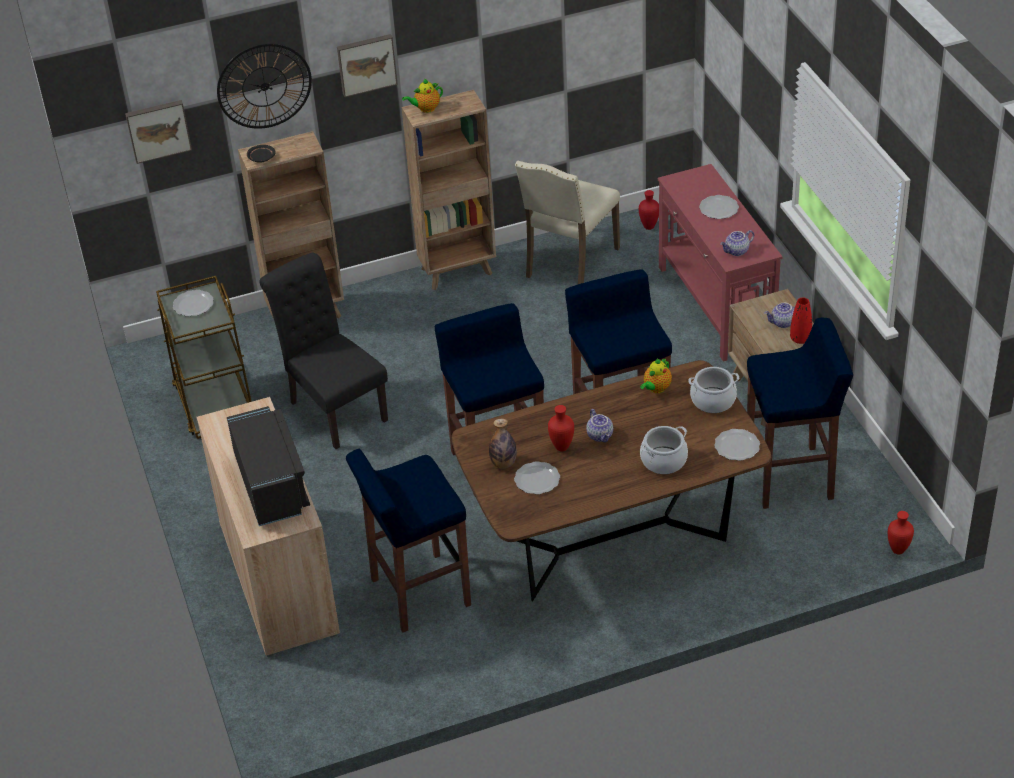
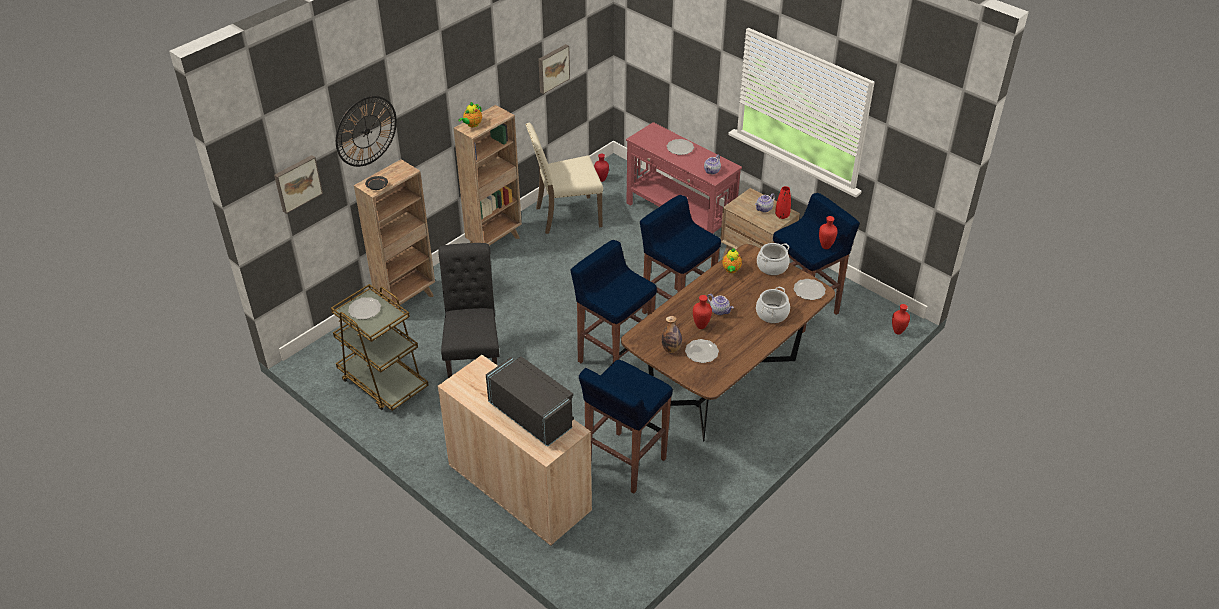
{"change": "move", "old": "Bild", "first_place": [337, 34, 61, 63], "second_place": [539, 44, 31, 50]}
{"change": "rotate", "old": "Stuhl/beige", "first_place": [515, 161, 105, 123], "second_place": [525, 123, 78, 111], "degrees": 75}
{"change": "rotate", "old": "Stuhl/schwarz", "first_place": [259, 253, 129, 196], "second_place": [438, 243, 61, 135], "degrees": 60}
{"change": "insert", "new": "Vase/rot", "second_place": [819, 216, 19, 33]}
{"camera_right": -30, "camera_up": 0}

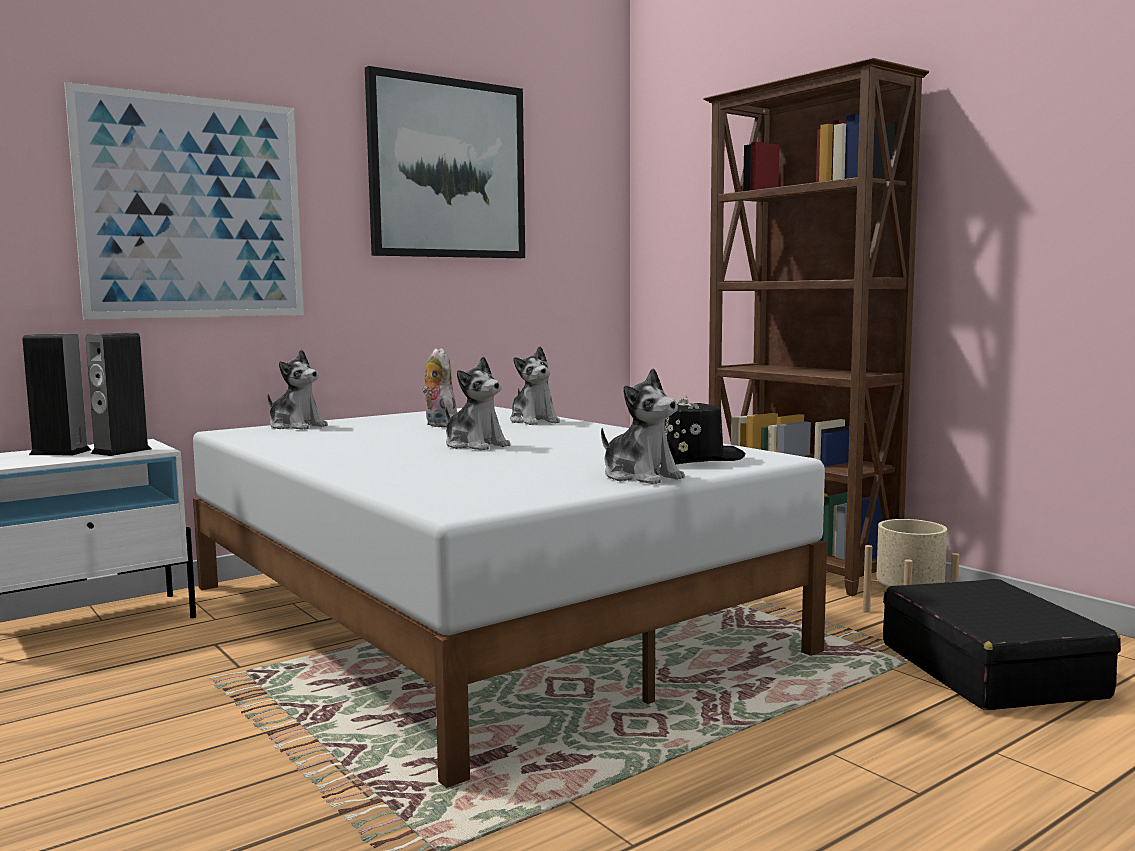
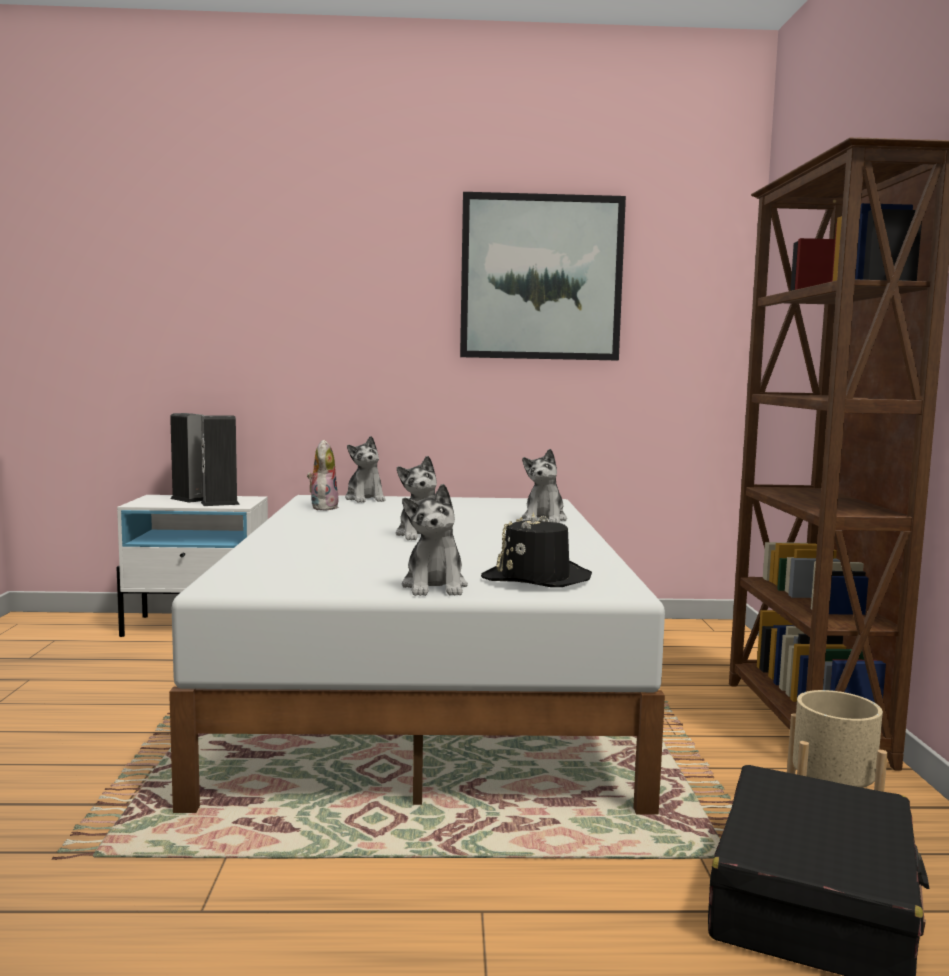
{"change": "delete", "old": "Bild", "first_place": [64, 82, 240, 237]}
{"change": "move", "old": "Plüschtier", "first_place": [422, 348, 35, 79], "second_place": [307, 440, 31, 71]}
{"camera_right": 35, "camera_up": 0}

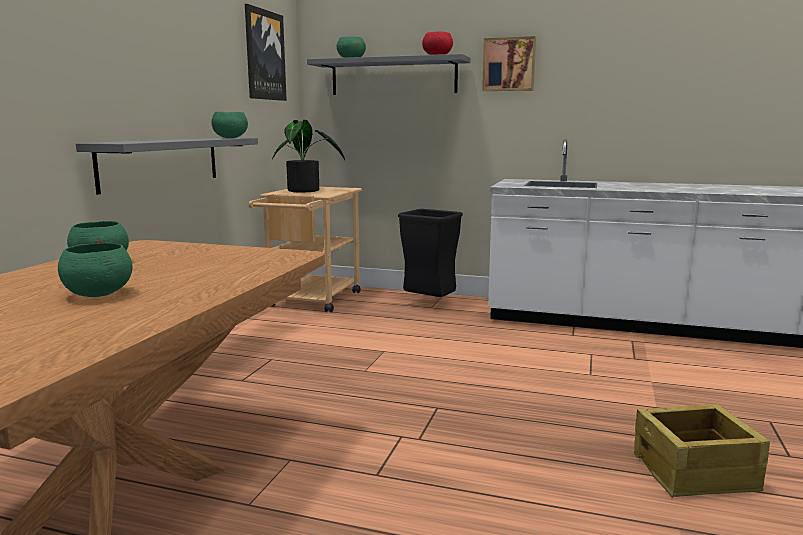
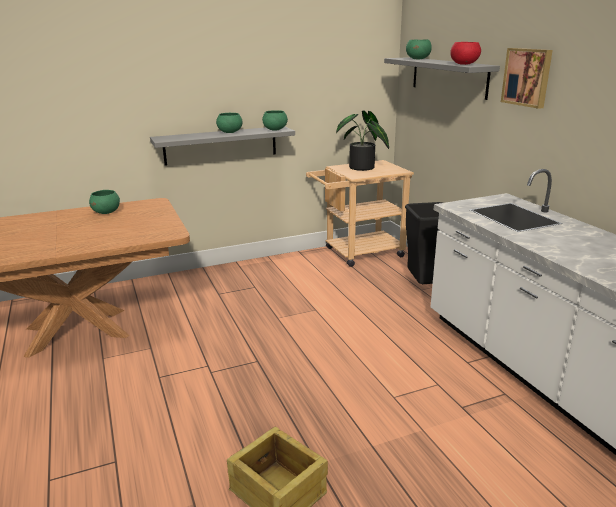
{"change": "delete", "old": "Bild", "first_place": [245, 4, 42, 97]}
{"change": "move", "old": "Schüssel/grün", "first_place": [58, 243, 75, 54], "second_place": [216, 113, 26, 20]}
{"camera_right": 50, "camera_up": 10}

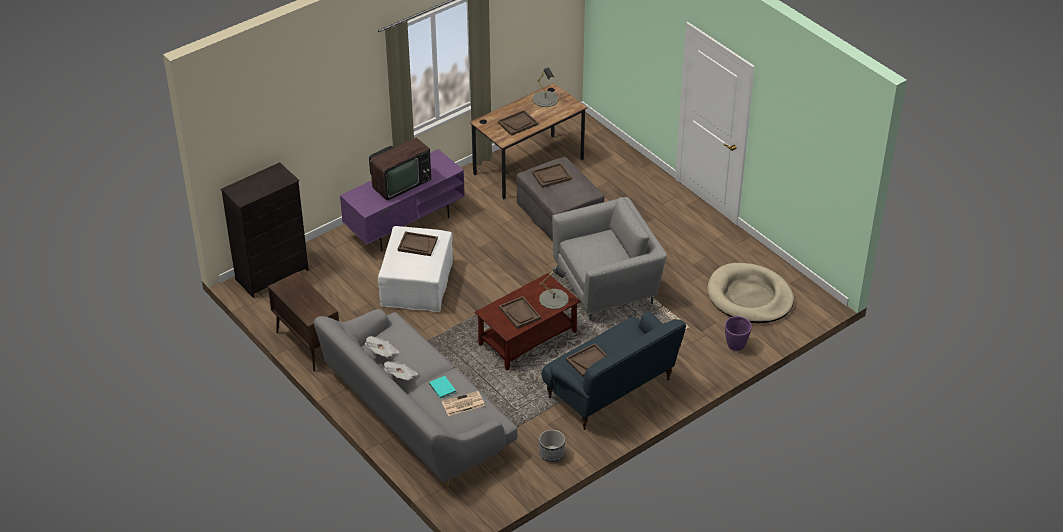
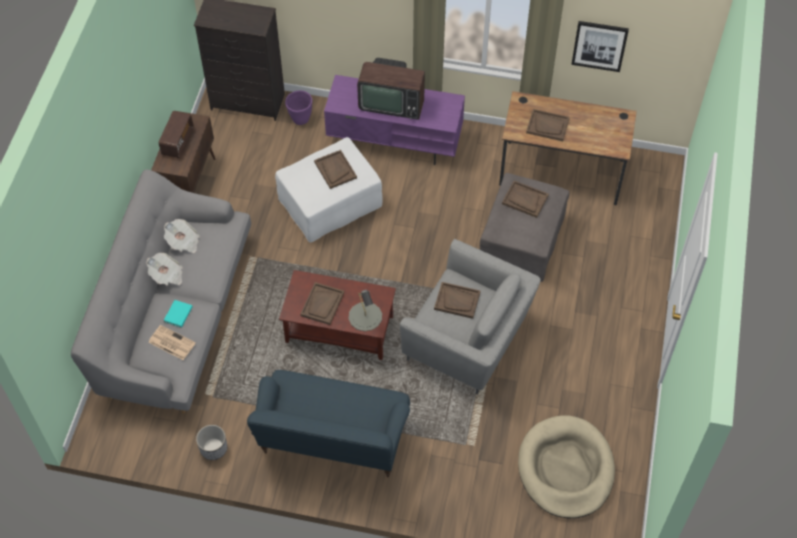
{"change": "delete", "old": "Tischlampe/grau", "first_place": [532, 67, 27, 40]}
{"change": "move", "old": "Pflanzkübel/lila", "first_place": [725, 316, 27, 35], "second_place": [285, 91, 27, 34]}
{"change": "move", "old": "Tablett/braun", "first_place": [566, 344, 41, 33], "second_place": [434, 282, 47, 37]}
{"change": "insert", "new": "Bild", "second_place": [571, 21, 58, 51]}
{"change": "insert", "new": "Radio", "second_place": [159, 111, 35, 47]}
{"camera_right": 50, "camera_up": 15}

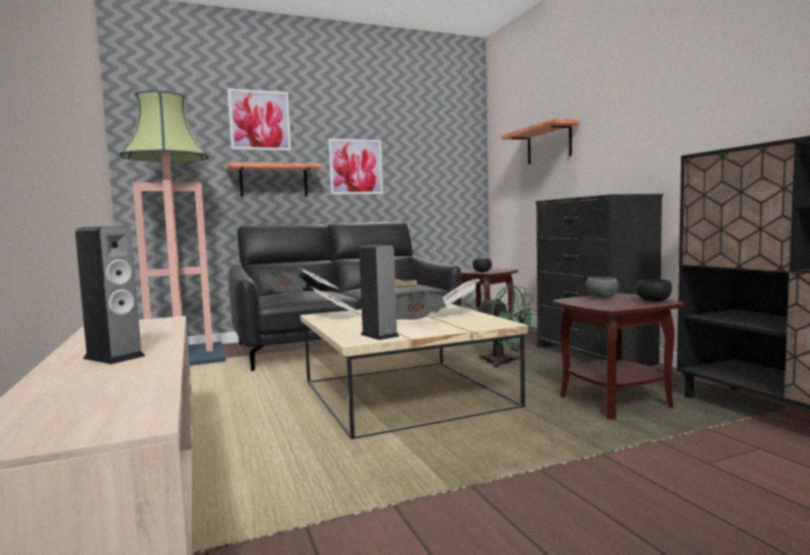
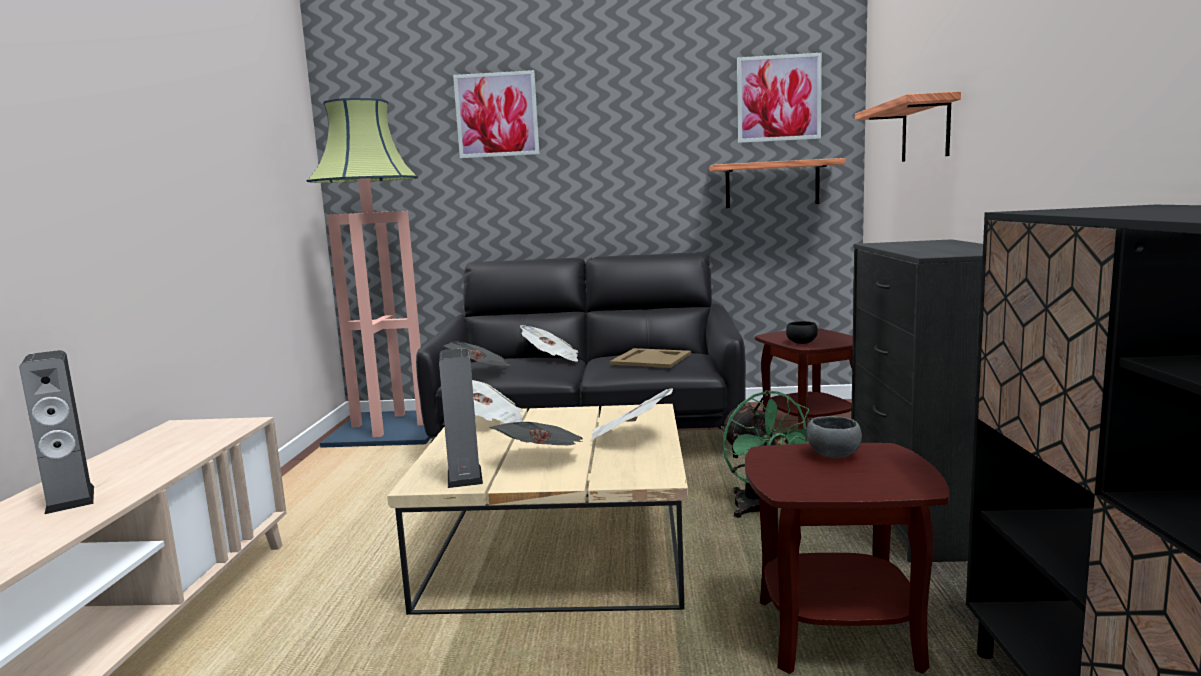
{"change": "move", "old": "Bild", "first_place": [328, 139, 55, 56], "second_place": [737, 53, 85, 90]}
{"change": "move", "old": "Wandregal", "first_place": [227, 162, 96, 35], "second_place": [709, 158, 137, 50]}
{"change": "delete", "old": "Schüssel/schwarz", "first_place": [636, 279, 36, 23]}
{"camera_right": 25, "camera_up": 5}

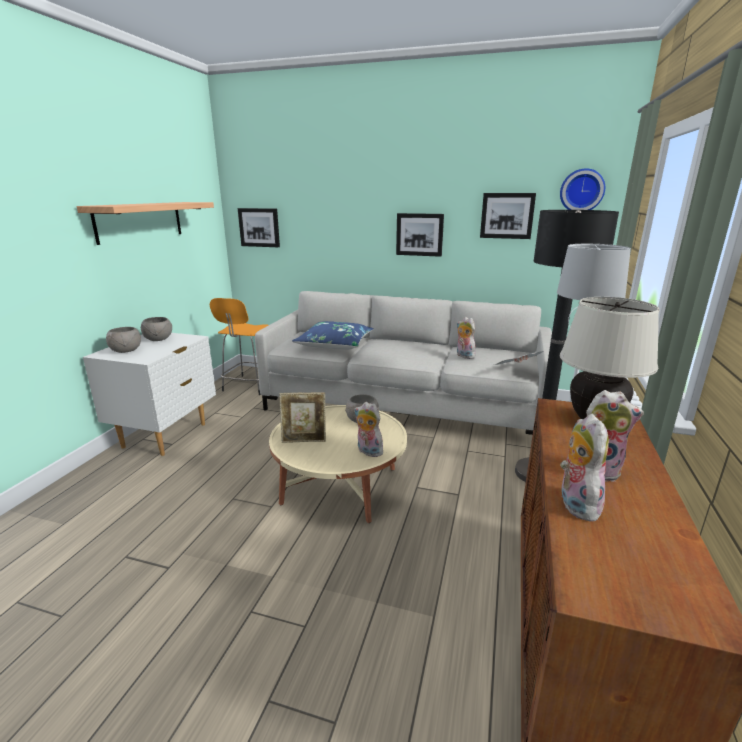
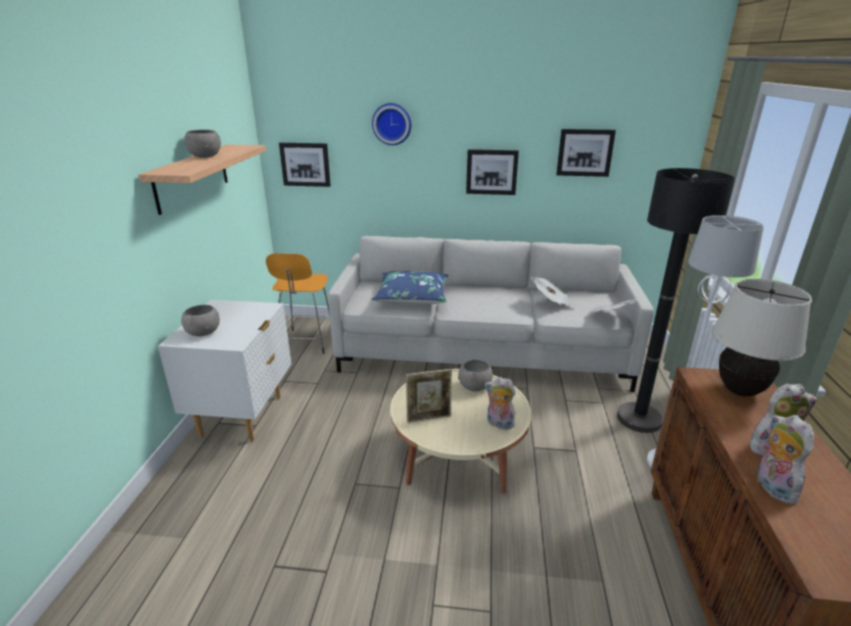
{"change": "move", "old": "Wanduhr", "first_place": [560, 168, 45, 42], "second_place": [372, 103, 39, 42]}
{"change": "move", "old": "Schüssel/grau", "first_place": [141, 317, 31, 24], "second_place": [184, 130, 37, 28]}
{"change": "replace", "old": "Plüschtier", "new": "Zeitung", "first_place": [456, 317, 20, 42], "second_place": [531, 277, 43, 31]}
{"camera_right": -10, "camera_up": 5}

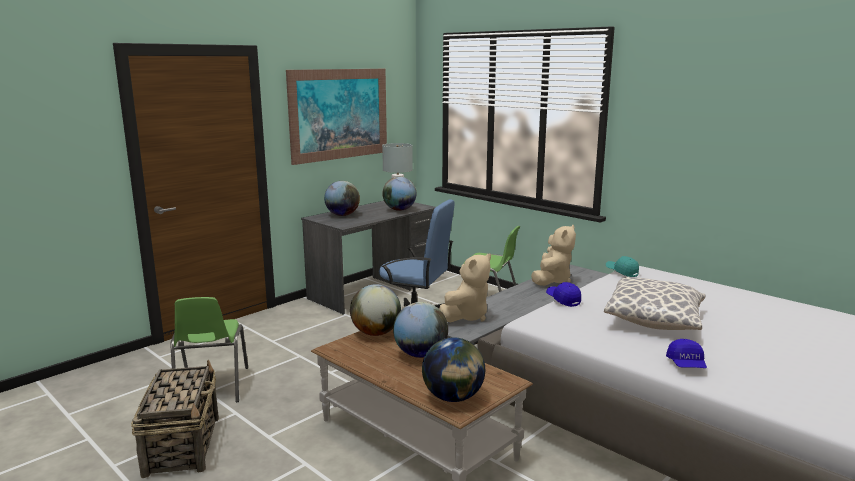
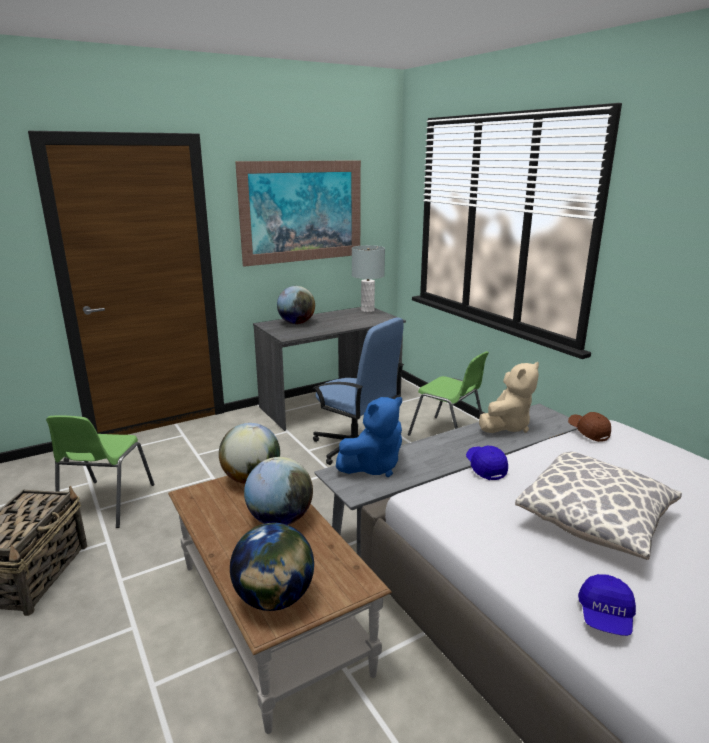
{"change": "delete", "old": "Globus", "first_place": [382, 177, 34, 34]}
{"change": "recolor", "old": "Plüschtier/beige", "new": "Plüschtier/blau", "first_place": [439, 253, 52, 69], "second_place": [336, 397, 66, 80]}
{"change": "recolor", "old": "Kappe/türkis", "new": "Kappe/braun", "first_place": [606, 256, 33, 21], "second_place": [568, 412, 43, 30]}
{"camera_right": 15, "camera_up": 5}

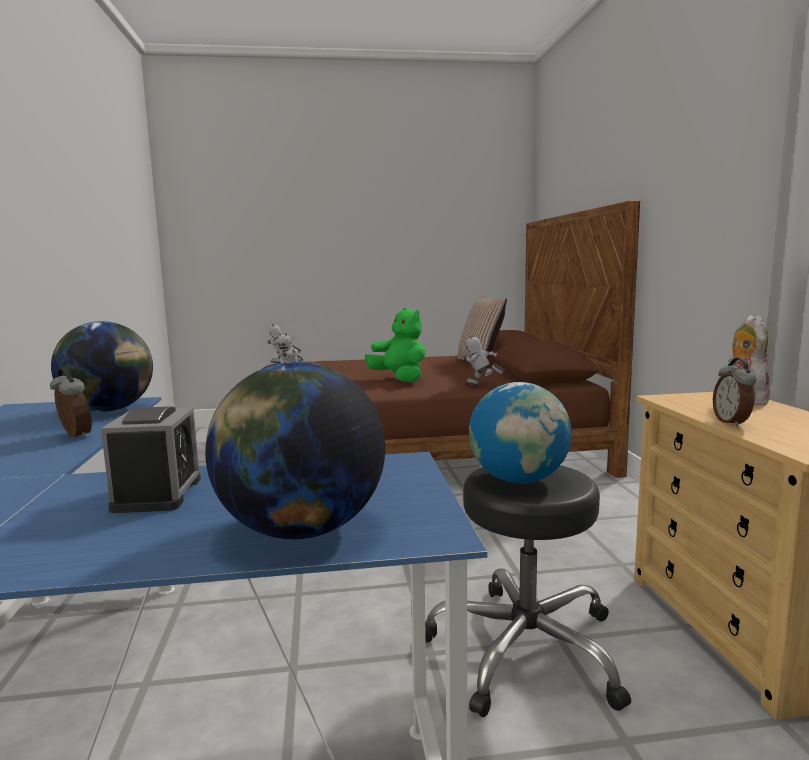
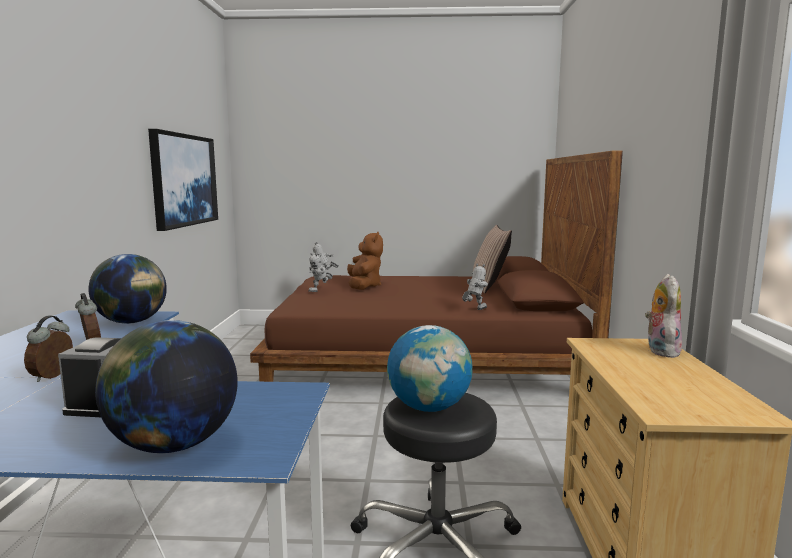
{"change": "delete", "old": "Plüschtier/grün", "first_place": [365, 308, 61, 75]}
{"change": "rotate", "old": "Spielzeugroboter", "first_place": [461, 334, 44, 52], "second_place": [462, 264, 26, 46], "degrees": 105}
{"change": "move", "old": "Wecker", "first_place": [713, 358, 43, 69], "second_place": [24, 315, 49, 67]}
{"change": "insert", "new": "Bild", "second_place": [148, 129, 70, 102]}
{"change": "insert", "new": "Plüschtier/braun", "second_place": [347, 232, 36, 58]}
{"camera_right": 10, "camera_up": 0}

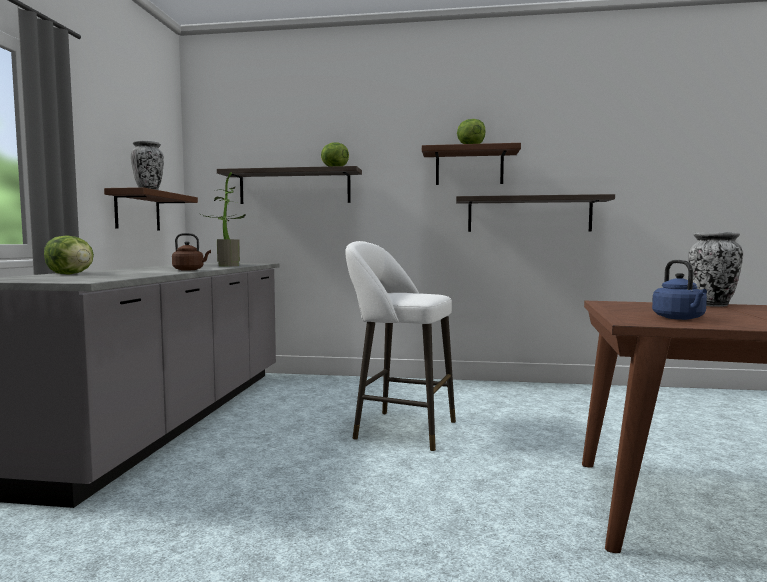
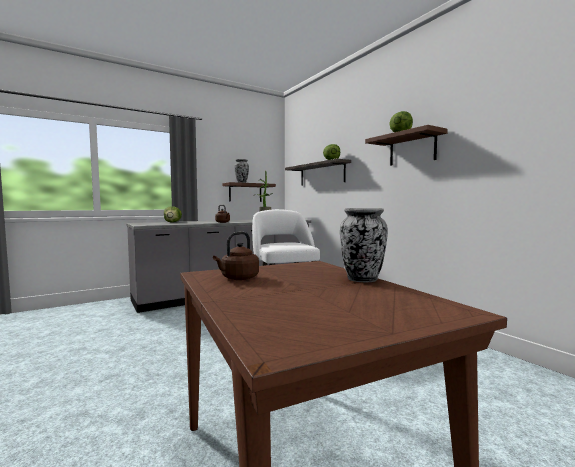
{"change": "delete", "old": "Wandregal", "first_place": [456, 194, 159, 38]}
{"change": "recolor", "old": "Wasserkessel/blau", "new": "Wasserkessel/braun", "first_place": [652, 260, 55, 60], "second_place": [213, 232, 46, 48]}
{"camera_right": 50, "camera_up": 0}

